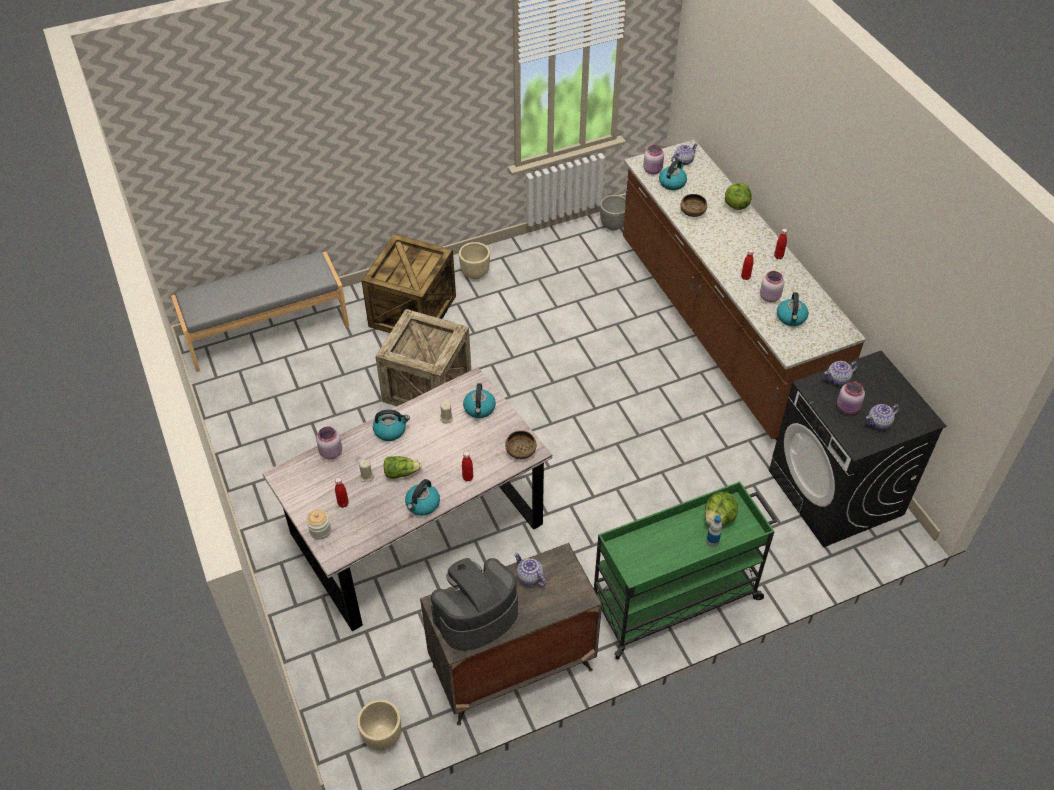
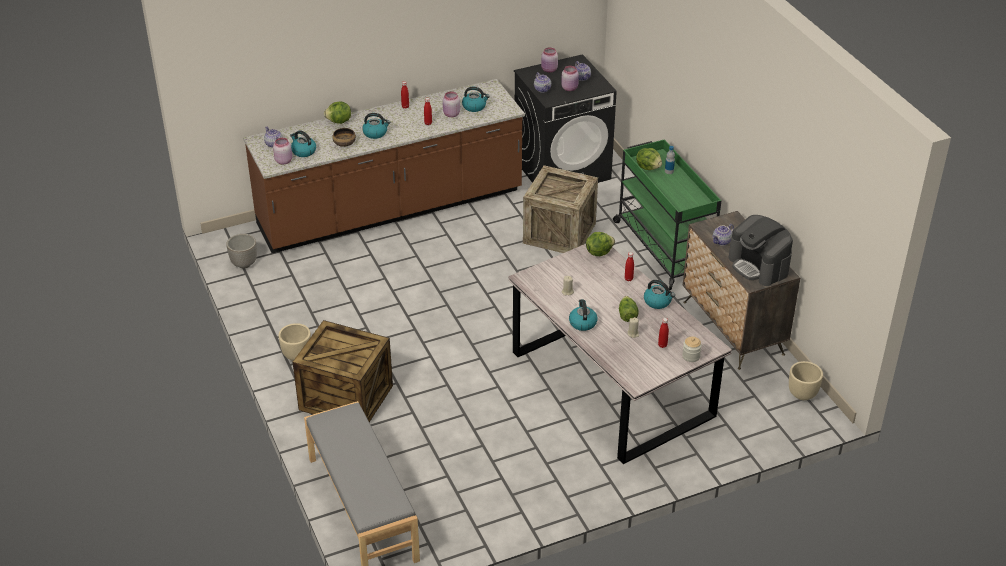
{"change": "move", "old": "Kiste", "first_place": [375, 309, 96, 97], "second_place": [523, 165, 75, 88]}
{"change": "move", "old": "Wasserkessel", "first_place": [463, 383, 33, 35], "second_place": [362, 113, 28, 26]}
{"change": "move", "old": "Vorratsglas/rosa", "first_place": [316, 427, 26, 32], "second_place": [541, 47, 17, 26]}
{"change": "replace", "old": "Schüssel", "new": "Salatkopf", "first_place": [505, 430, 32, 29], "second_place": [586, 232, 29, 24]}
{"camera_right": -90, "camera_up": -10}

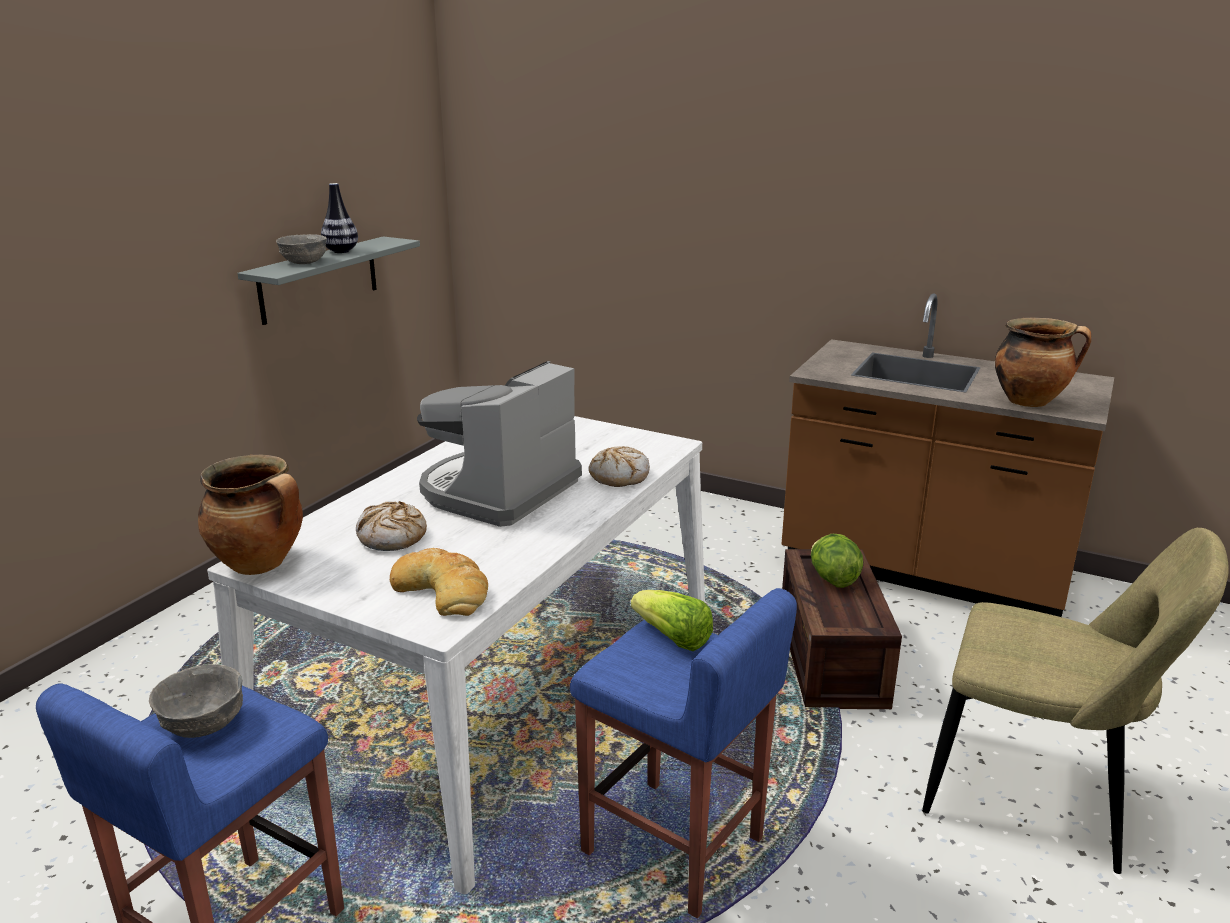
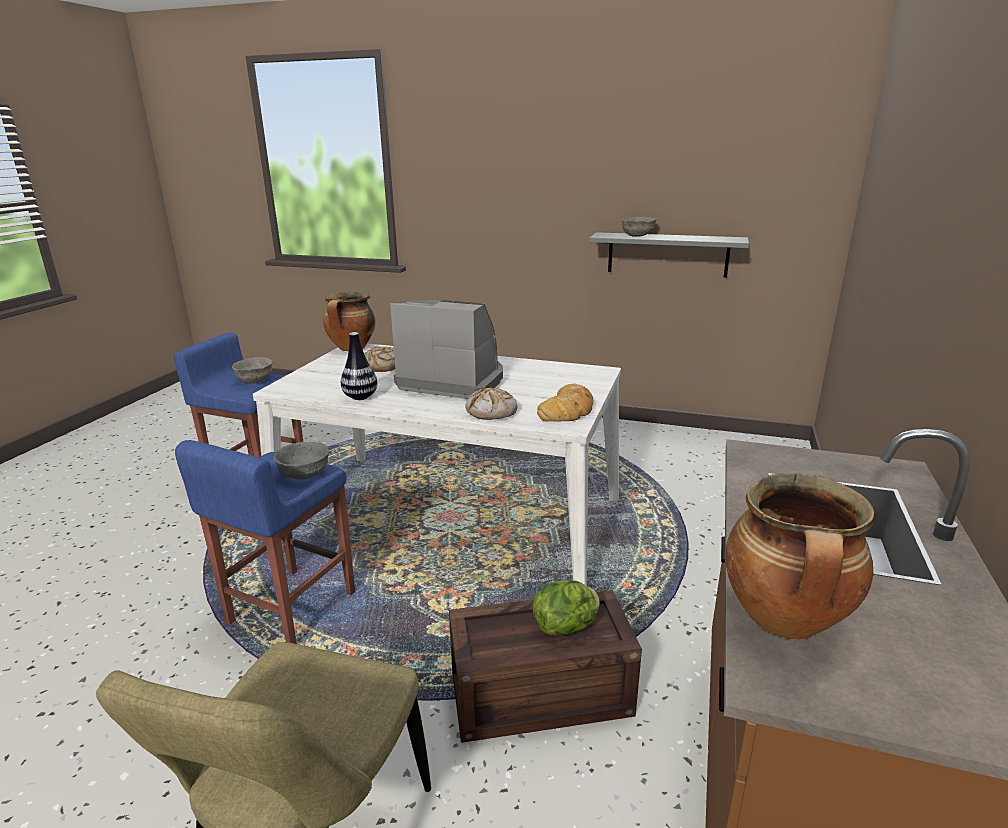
{"change": "move", "old": "Vase", "first_place": [321, 183, 37, 70], "second_place": [341, 332, 36, 68]}
{"change": "move", "old": "Brot", "first_place": [390, 548, 98, 68], "second_place": [537, 384, 56, 38]}
{"change": "replace", "old": "Salatkopf", "new": "Schüssel/grau", "first_place": [631, 590, 82, 61], "second_place": [274, 442, 55, 37]}
{"camera_right": 80, "camera_up": 0}

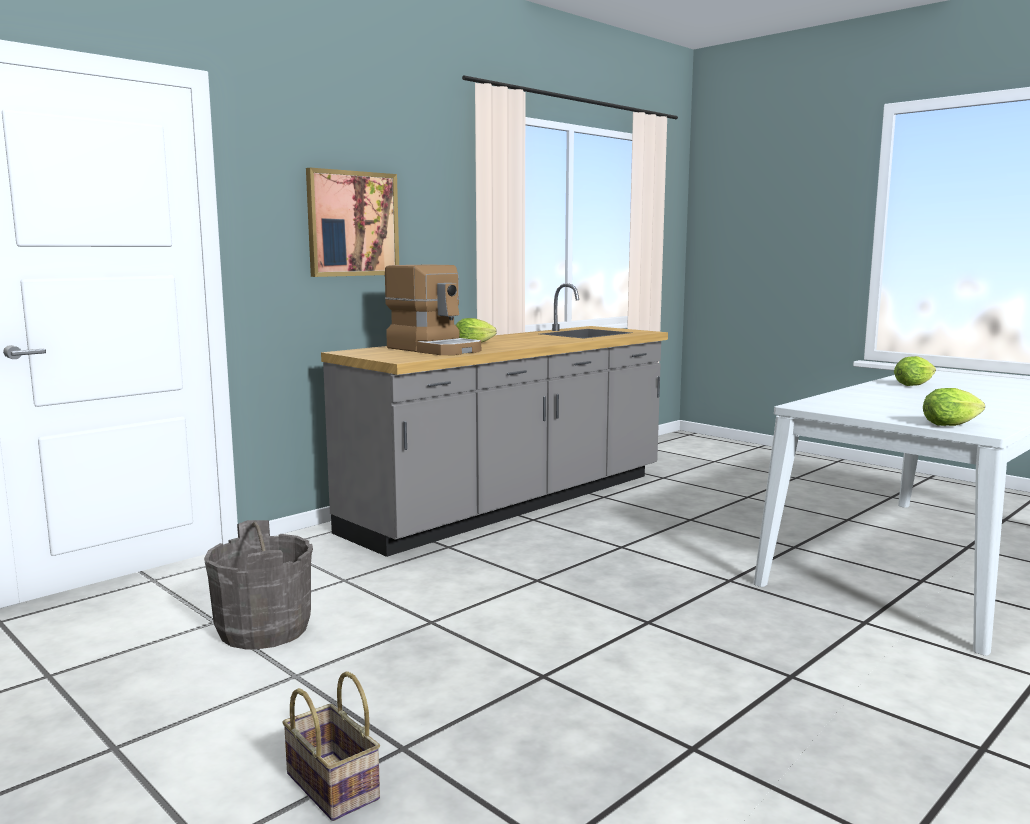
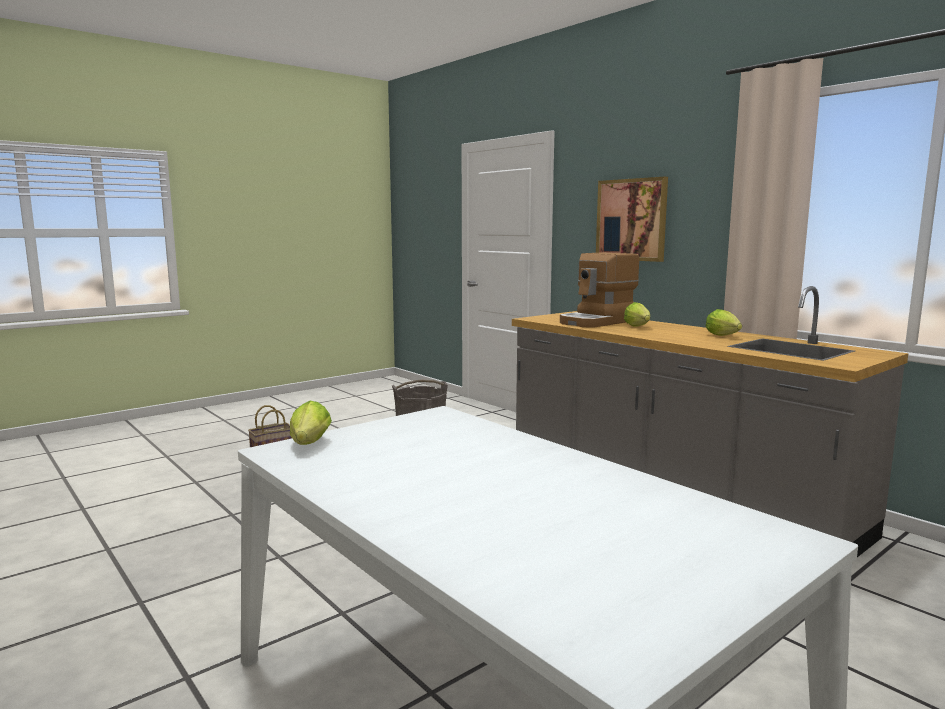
{"change": "move", "old": "Salatkopf", "first_place": [894, 356, 42, 30], "second_place": [706, 309, 36, 27]}
{"camera_right": 95, "camera_up": 0}

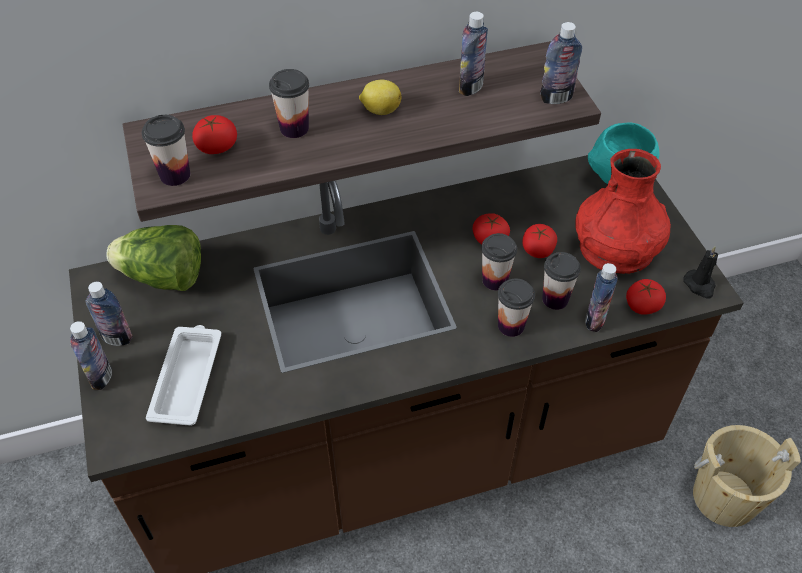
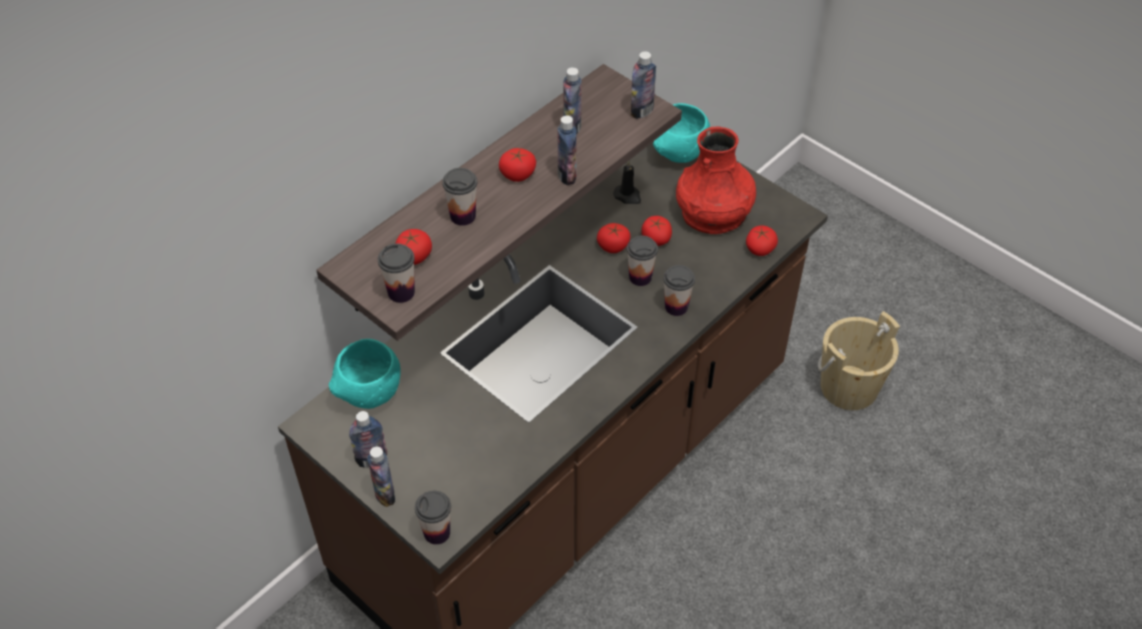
{"change": "replace", "old": "Zitrone", "new": "Tomate", "first_place": [359, 80, 42, 35], "second_place": [499, 148, 37, 34]}
{"change": "replace", "old": "Salatkopf", "new": "Schüssel/türkis", "first_place": [106, 225, 95, 66], "second_place": [329, 339, 71, 70]}
{"change": "move", "old": "Kerze/schwarz", "first_place": [683, 246, 35, 53], "second_place": [613, 161, 28, 43]}
{"change": "move", "old": "Tasse", "first_place": [542, 252, 39, 58], "second_place": [415, 491, 36, 53]}
{"change": "move", "old": "Flasche", "first_place": [585, 263, 32, 69], "second_place": [557, 116, 20, 69]}
{"change": "delete", "old": "Tablett/weiß", "first_place": [146, 325, 75, 101]}
{"camera_right": -30, "camera_up": 0}

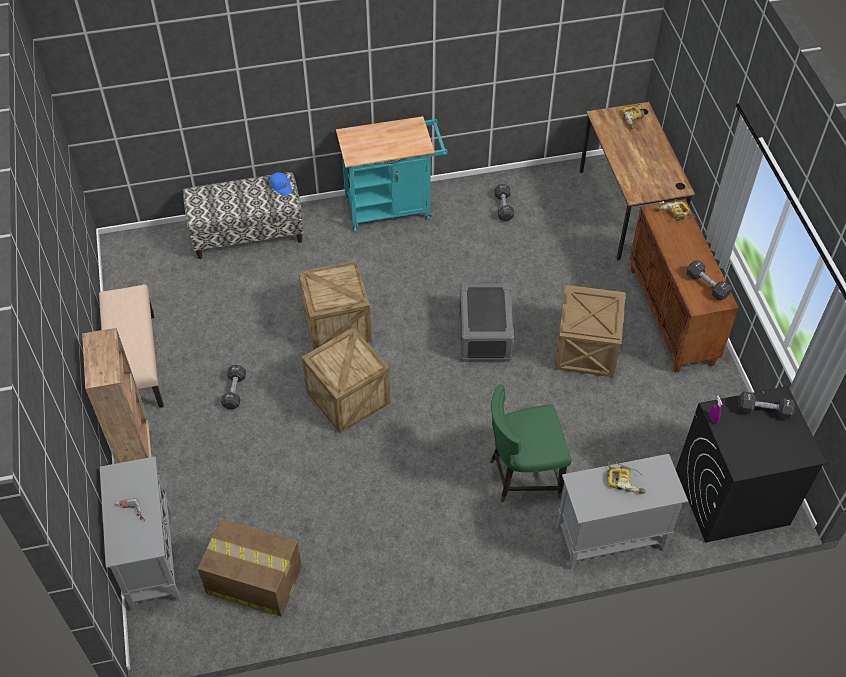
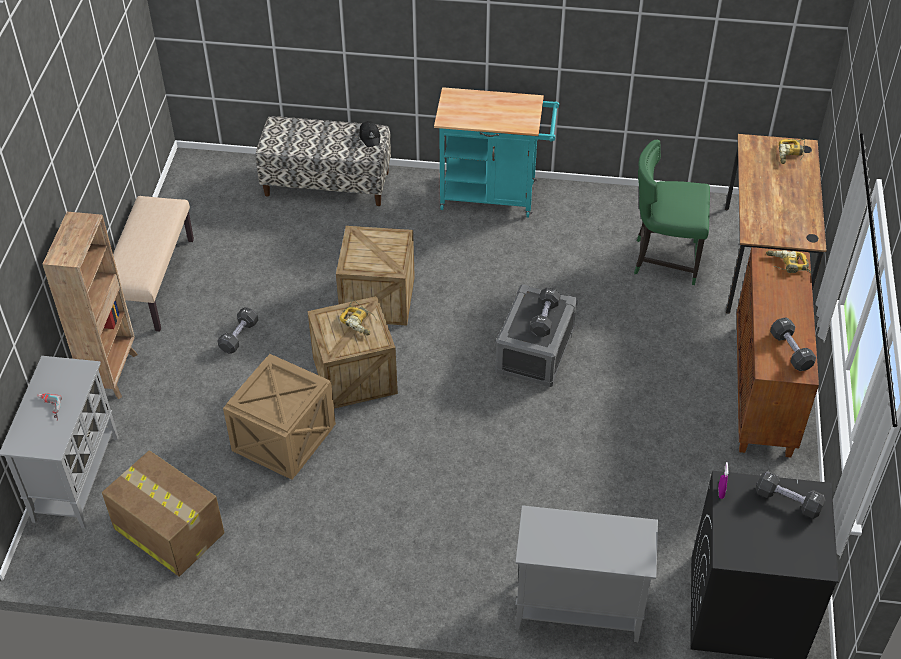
{"change": "recolor", "old": "Kappe/blau", "new": "Kappe/schwarz", "first_place": [270, 172, 23, 24], "second_place": [359, 121, 22, 26]}
{"change": "move", "old": "Hantel/schwarz", "first_place": [494, 184, 20, 37], "second_place": [530, 288, 31, 49]}
{"change": "move", "old": "Kiste", "first_place": [554, 285, 71, 92], "second_place": [223, 354, 113, 126]}
{"change": "move", "old": "Stuhl/grün", "first_place": [490, 384, 81, 119], "second_place": [634, 140, 76, 145]}
{"change": "move", "old": "Bohrmaschine", "first_place": [607, 461, 39, 33], "second_place": [339, 300, 38, 36]}
{"camera_right": 20, "camera_up": -5}

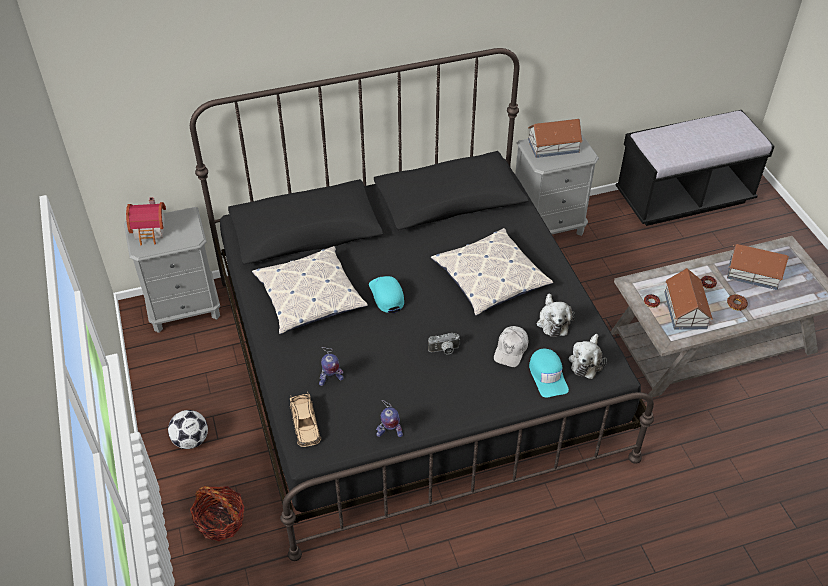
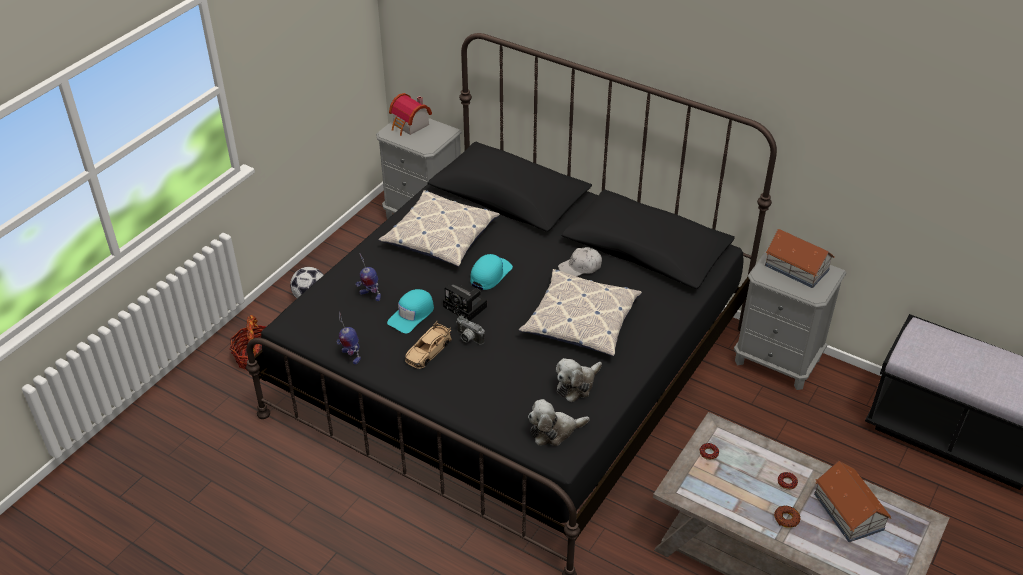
{"change": "delete", "old": "Spielzeughaus", "first_place": [664, 268, 49, 62]}
{"change": "move", "old": "Kappe/weiß", "first_place": [494, 326, 34, 41], "second_place": [558, 247, 44, 29]}
{"change": "move", "old": "Kappe/türkis", "first_place": [529, 349, 40, 48], "second_place": [387, 289, 47, 44]}
{"change": "move", "old": "Spielzeugauto/beige", "first_place": [290, 392, 31, 55], "second_place": [405, 321, 47, 48]}
{"change": "insert", "new": "Kamera", "second_place": [443, 285, 44, 36]}
{"camera_right": 50, "camera_up": -5}

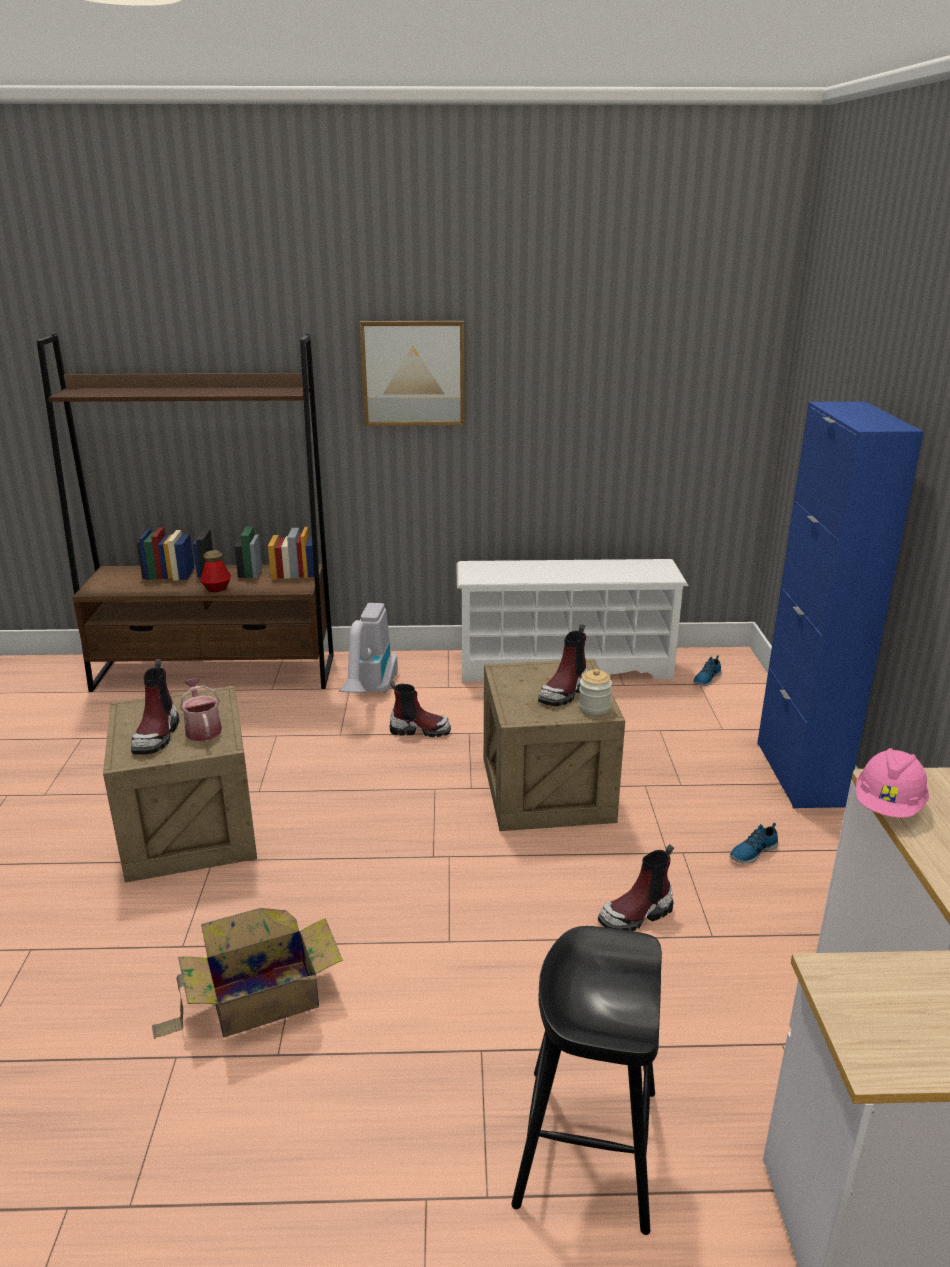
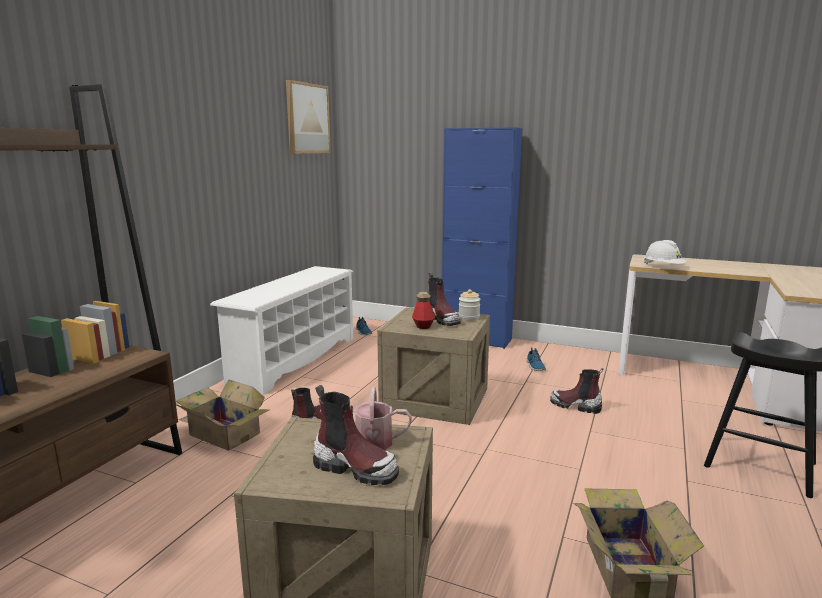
{"change": "move", "old": "Bild", "first_place": [360, 321, 105, 105], "second_place": [286, 80, 45, 74]}
{"change": "move", "old": "Flasche", "first_place": [200, 550, 31, 42], "second_place": [412, 292, 23, 37]}
{"change": "replace", "old": "Staubsauger", "new": "Karton", "first_place": [339, 603, 59, 90], "second_place": [176, 380, 93, 71]}
{"change": "recolor", "old": "Schutzhelm/rosa", "new": "Schutzhelm/weiß", "first_place": [856, 748, 73, 70], "second_place": [644, 240, 43, 24]}
{"change": "rotate", "old": "Stiefel", "first_place": [598, 845, 76, 86], "second_place": [550, 368, 54, 46], "degrees": 120}
{"camera_right": -65, "camera_up": -10}

